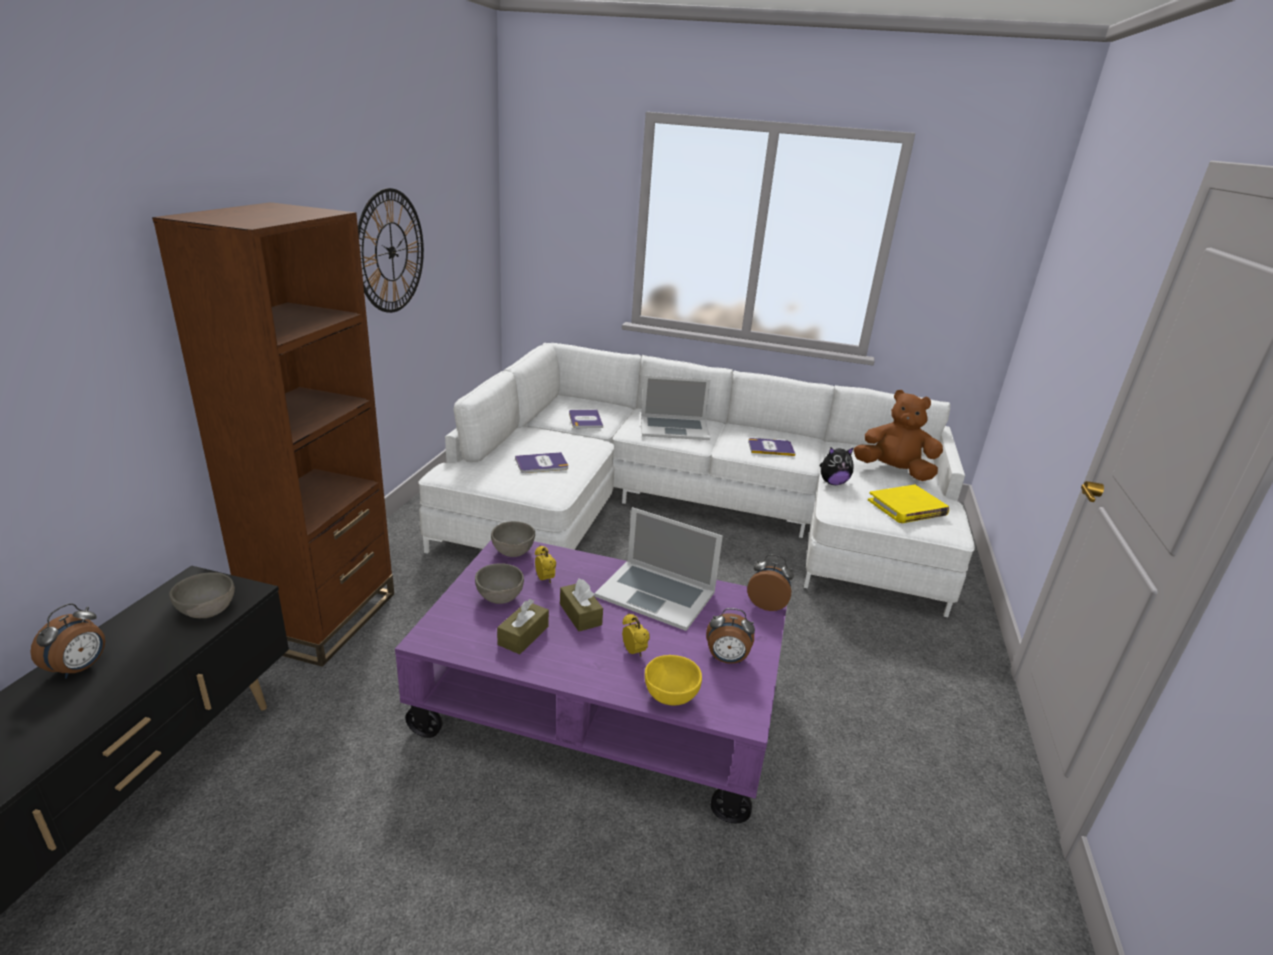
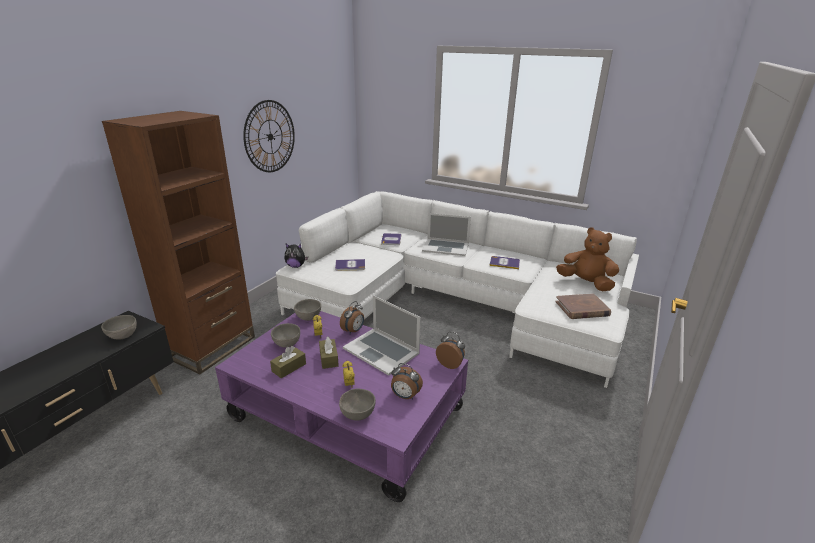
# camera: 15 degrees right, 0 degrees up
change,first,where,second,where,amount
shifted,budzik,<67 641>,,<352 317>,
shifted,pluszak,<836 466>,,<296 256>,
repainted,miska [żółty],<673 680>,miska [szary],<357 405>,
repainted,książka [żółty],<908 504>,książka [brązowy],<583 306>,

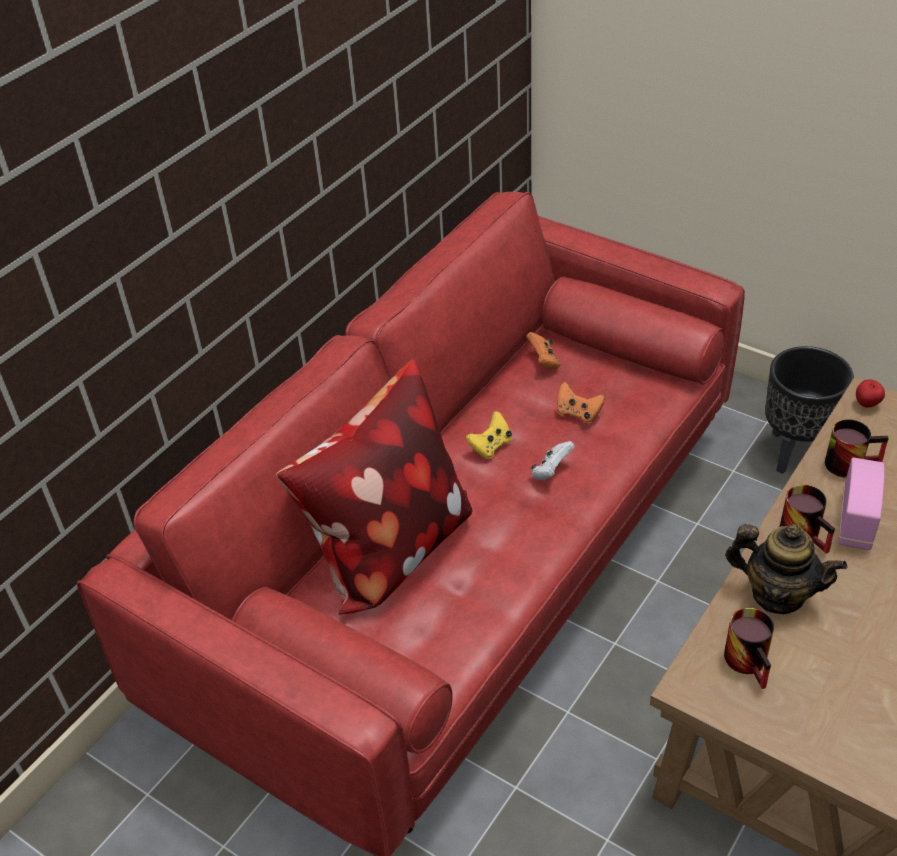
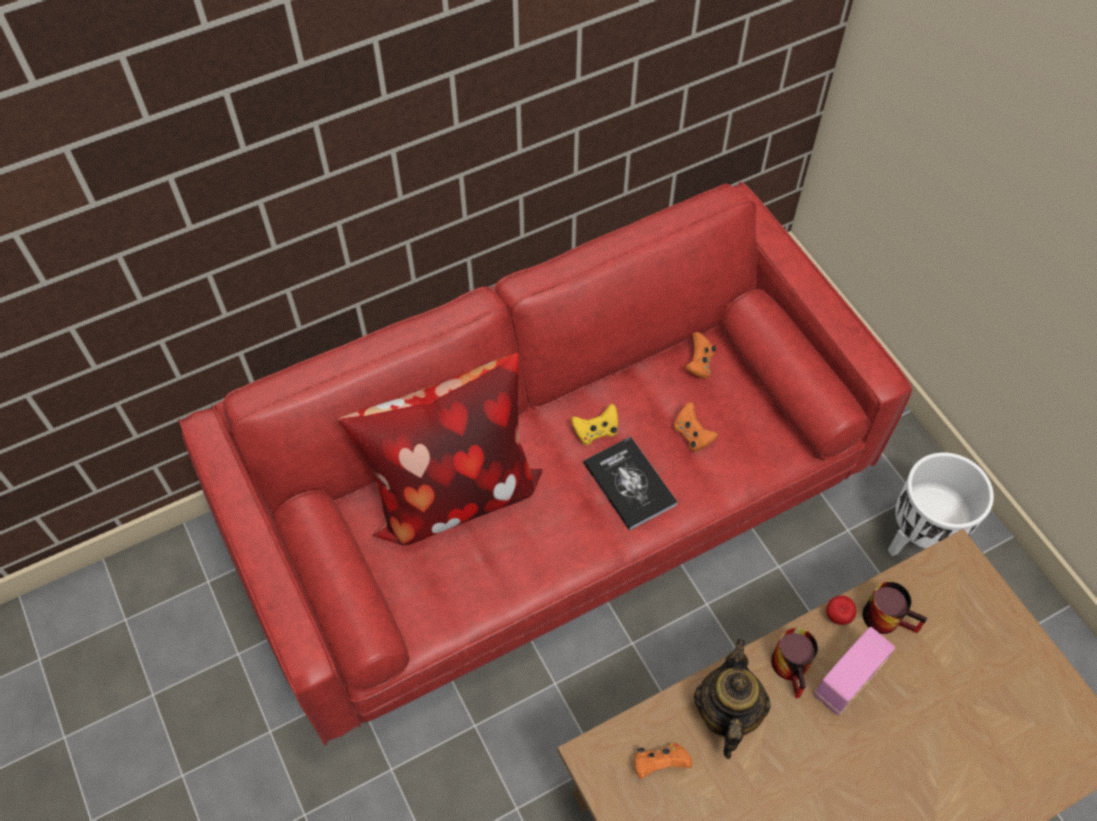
# camera: 25 degrees right, 15 degrees up
change,first,where,second,where,amount
shifted,jabłko,<870 394>,,<841 610>,
swapped,pad do gier [biały],<553 460>,książka,<630 483>,
swapped,kubek,<749 648>,pad do gier [pomarańczowy],<663 761>,
repainted,donica [czarny],<809 410>,donica [biały],<941 504>,
rotated,imbryk,<786 569>,,<732 699>,135 degrees counterclockwise

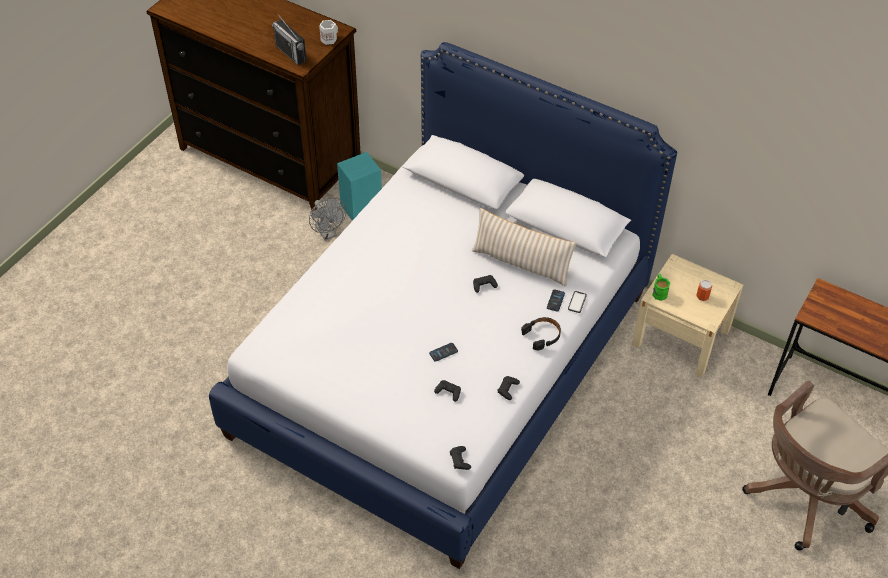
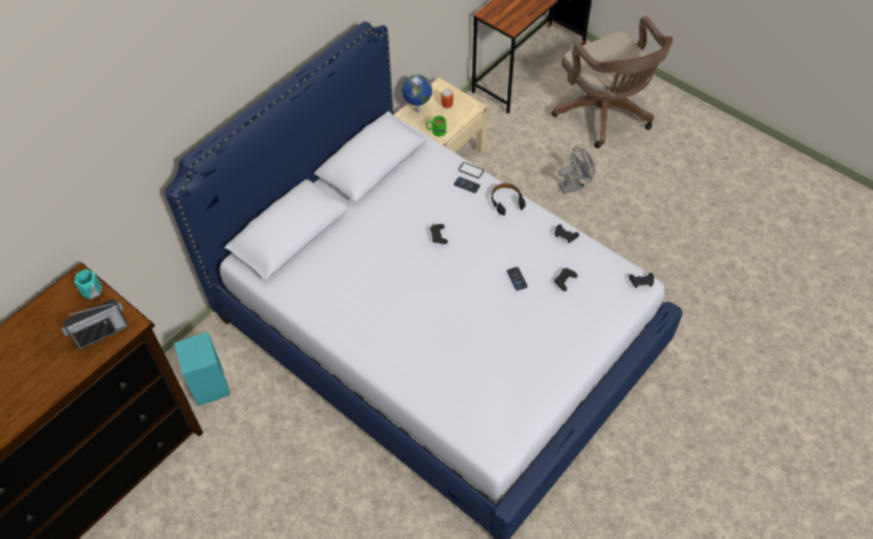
# camera: 80 degrees left, 5 degrees up
change,first,where,second,where,amount
gone,poduszka [beżowy],<524 247>,,,
new,,,globus,<417 94>,
shifted,wentylator [szary],<328 219>,,<576 170>,
repainted,kubek [biały],<328 32>,kubek [turkusowy],<88 284>,

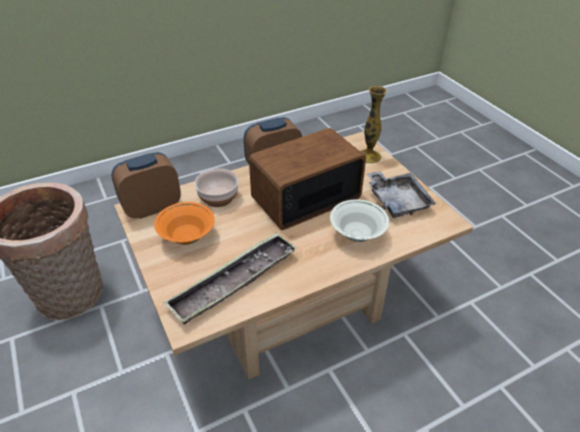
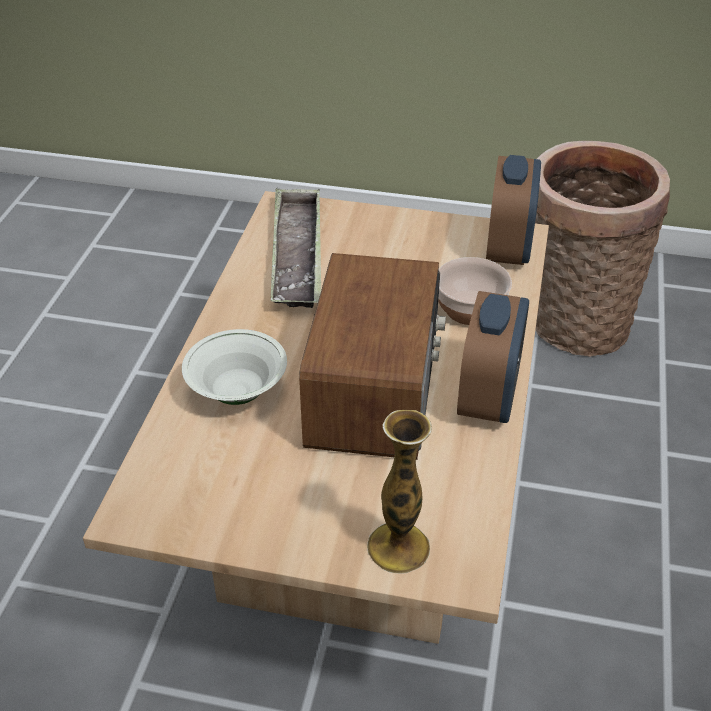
# camera: 130 degrees right, 0 degrees up
change,first,where,second,where,amount
gone,miska [pomarańczowy],<184 223>,,,
gone,taca [szary],<401 194>,,,

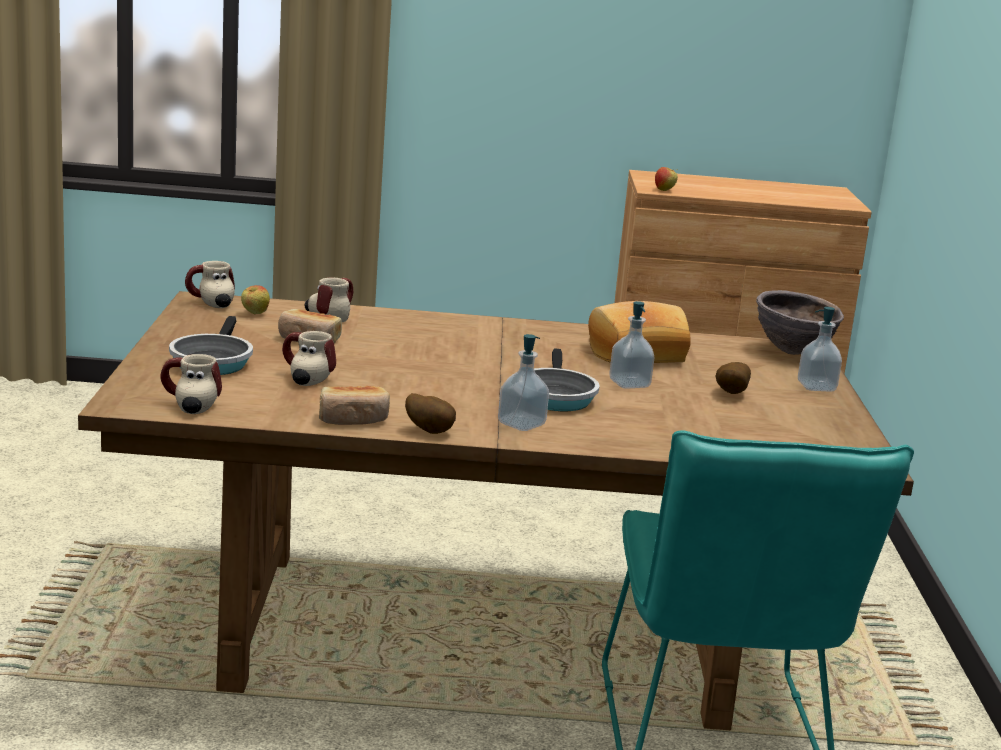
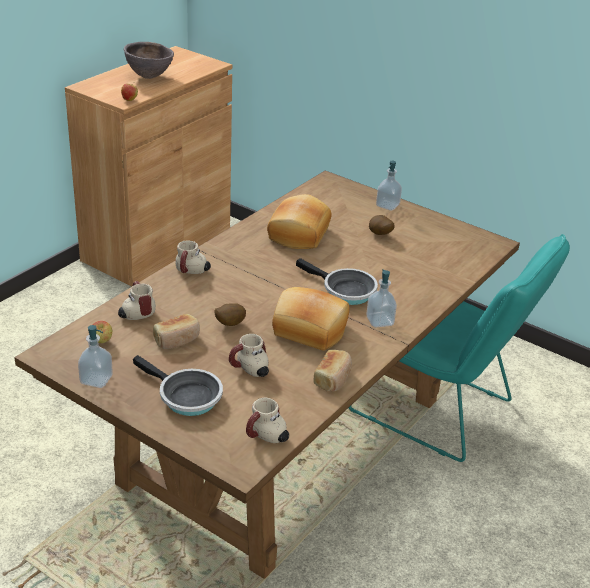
# camera: 55 degrees left, 15 degrees up
change,first,where,second,where,amount
new,,,chleb,<311 319>,
shifted,kubek,<210 284>,,<193 257>,
shifted,ziemniak,<430 413>,,<230 314>,
shifted,dozownik mydła,<631 345>,,<95 356>,
shifted,miska [brązowy],<800 322>,,<149 60>,

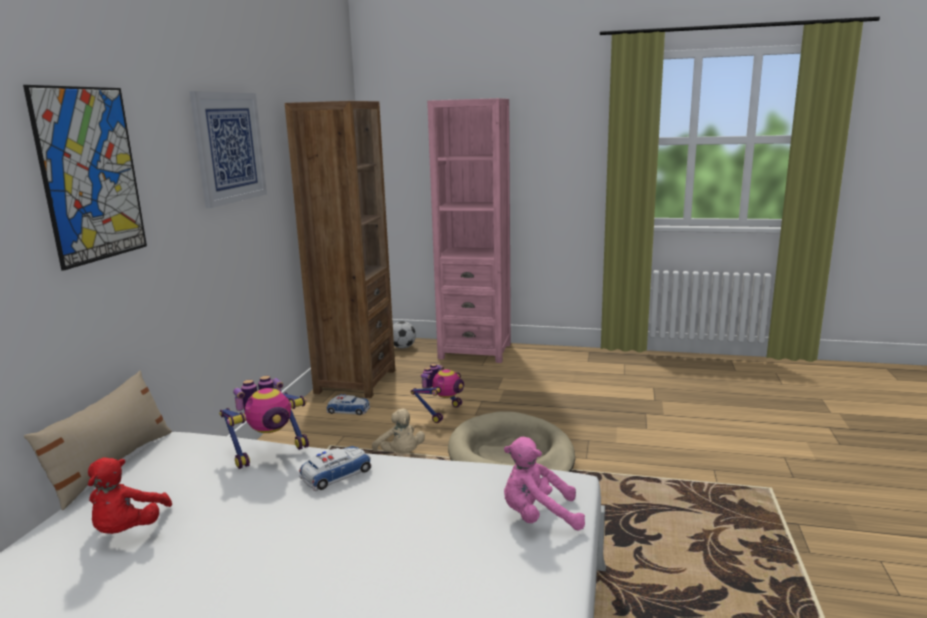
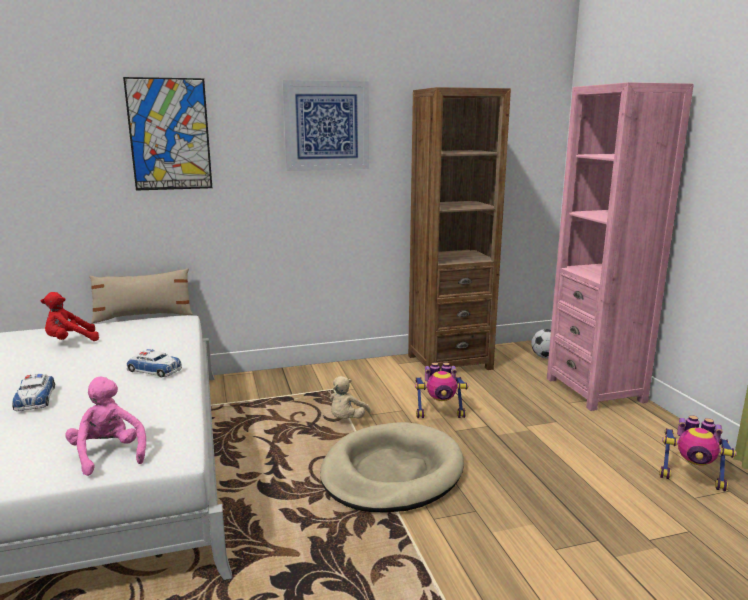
# camera: 60 degrees right, 0 degrees up
change,first,where,second,where,amount
shifted,robot zabawkowy,<264 422>,,<697 453>,
shifted,samochodzik,<348 404>,,<33 392>,

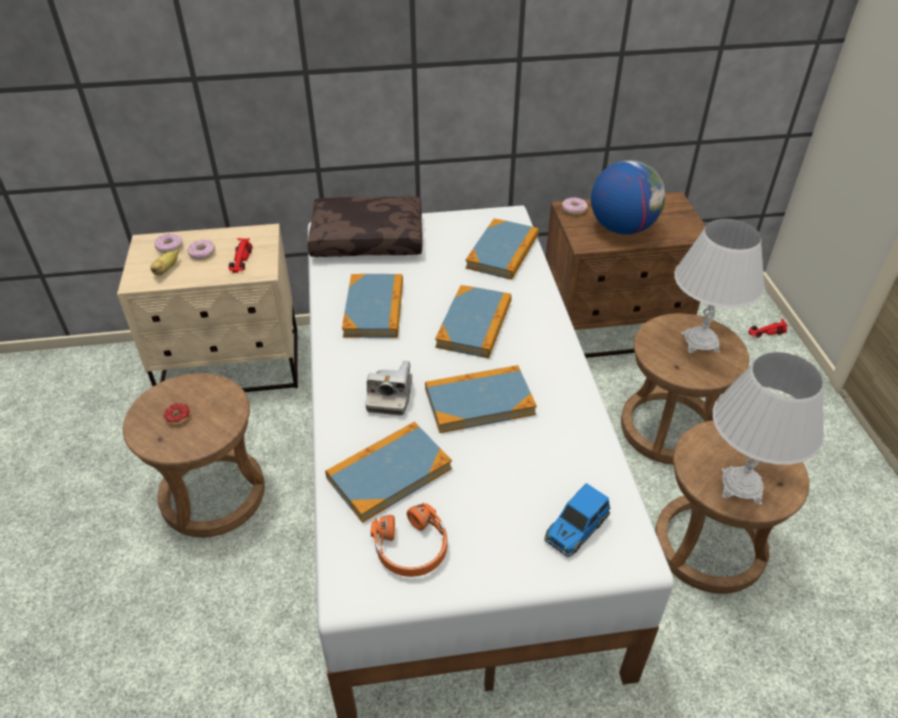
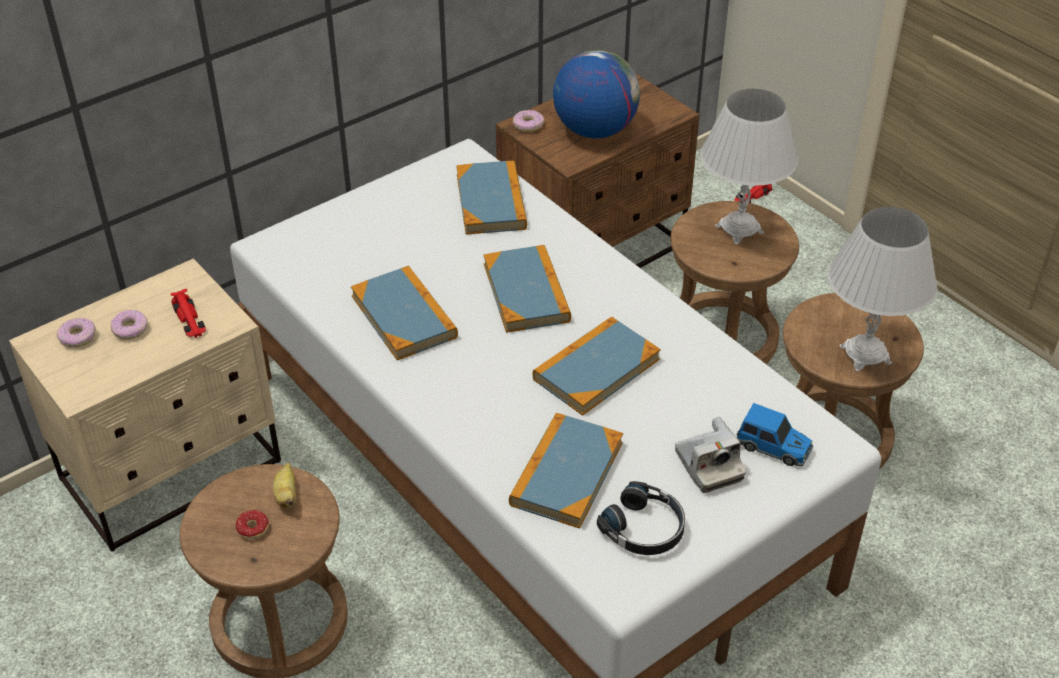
# camera: 30 degrees left, 0 degrees up
change,first,where,second,where,amount
gone,poduszka [brązowy],<365 226>,,,
shifted,banan,<164 263>,,<284 486>,
shifted,aparat fotograficzny,<388 387>,,<710 455>,
repainted,słuchawki [pomarańczowy],<408 540>,słuchawki [czarny],<641 518>,
rotated,samochodzik,<577 520>,,<775 434>,75 degrees counterclockwise

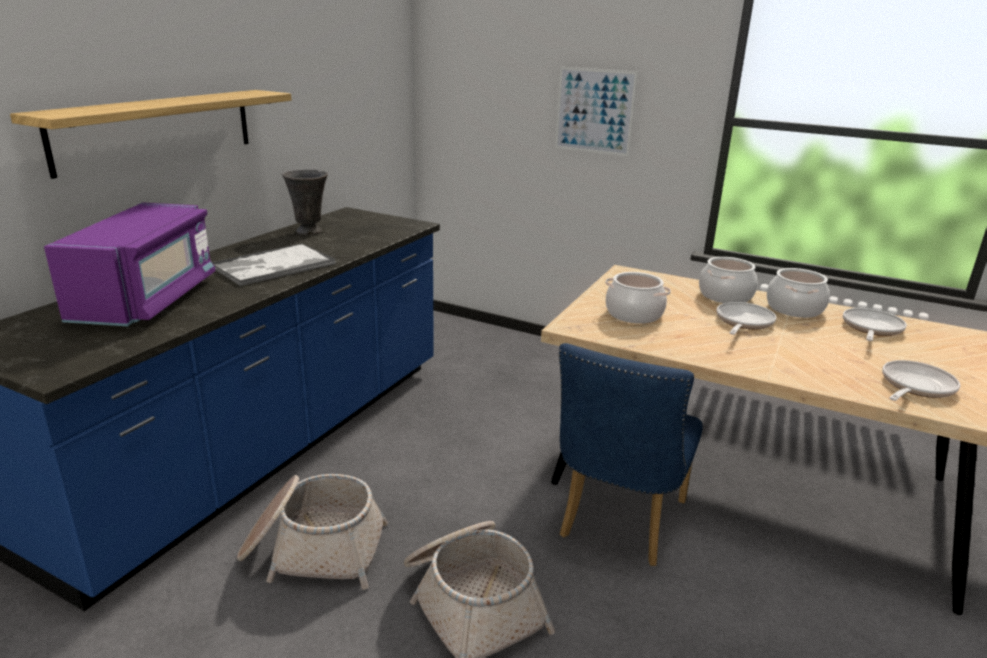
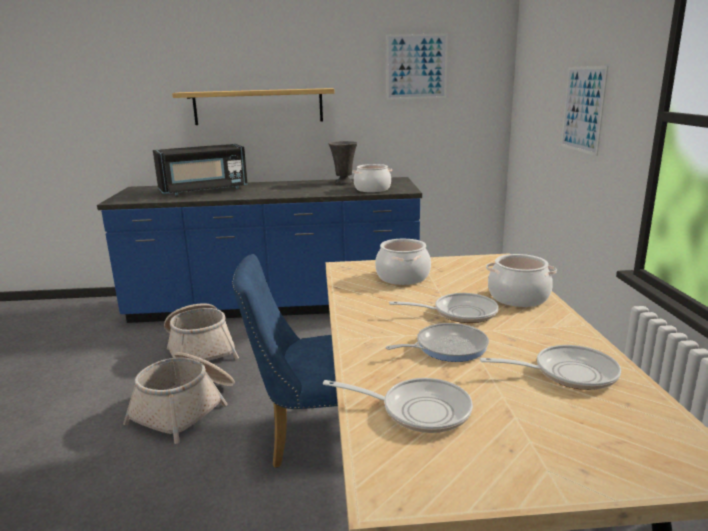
# camera: 60 degrees right, 5 degrees down
change,first,where,second,where,amount
gone,taca,<274 264>,,,
new,,,obraz,<417 66>,
new,,,patelnia,<437 342>,
shifted,garnek,<798 293>,,<372 178>,
repainted,mikrofalówka [fioletowy],<129 264>,mikrofalówka [czarny],<200 169>,

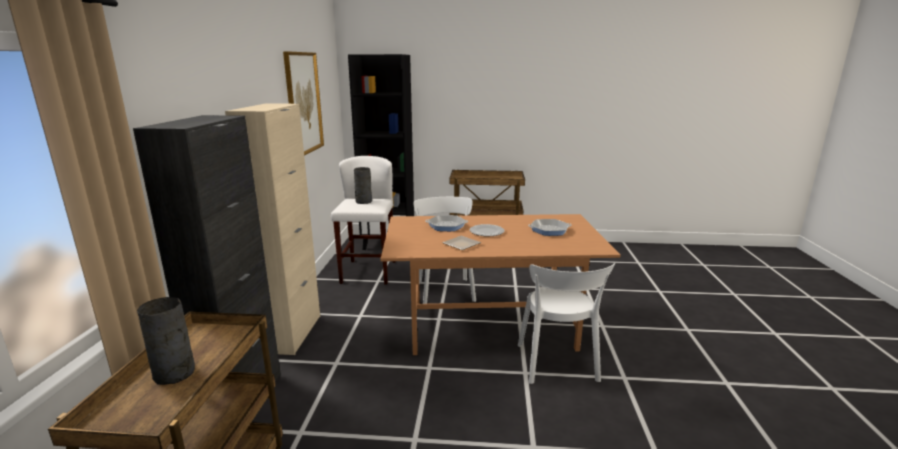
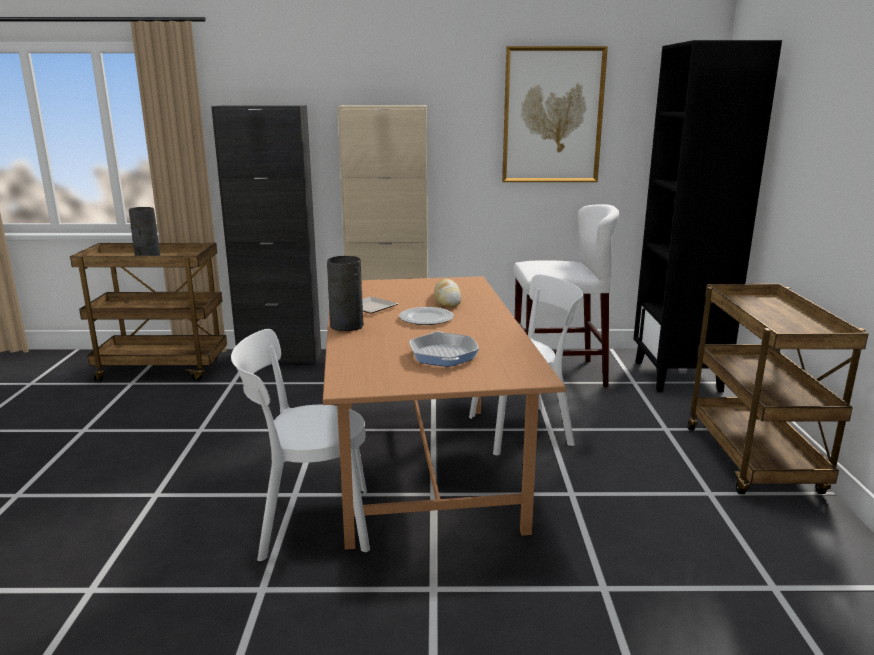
# camera: 85 degrees right, 0 degrees up
change,first,where,second,where,amount
shifted,wazon [szary],<363 185>,,<345 293>,
swapped,patelnia,<447 223>,chleb,<447 293>,

